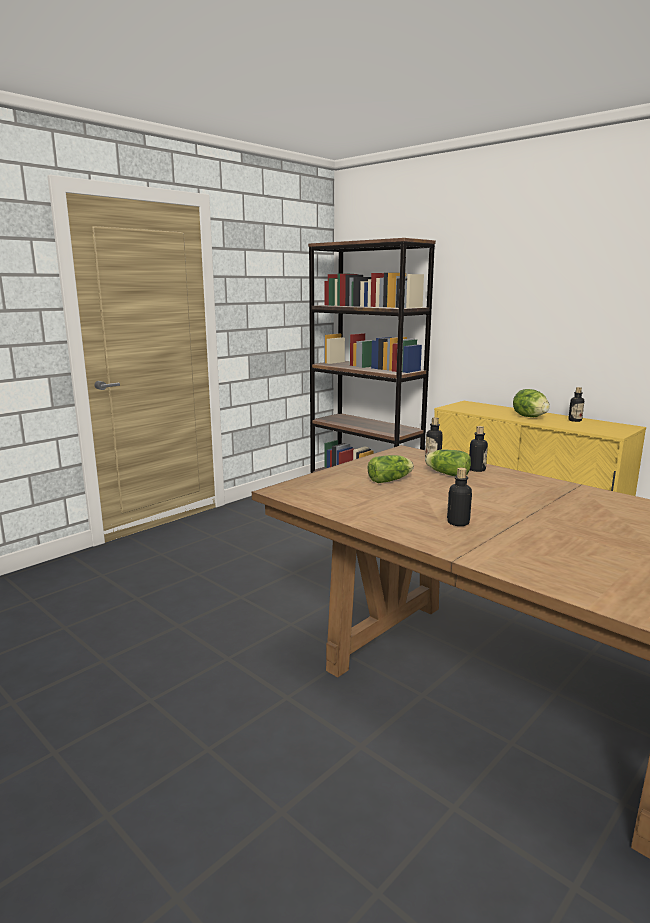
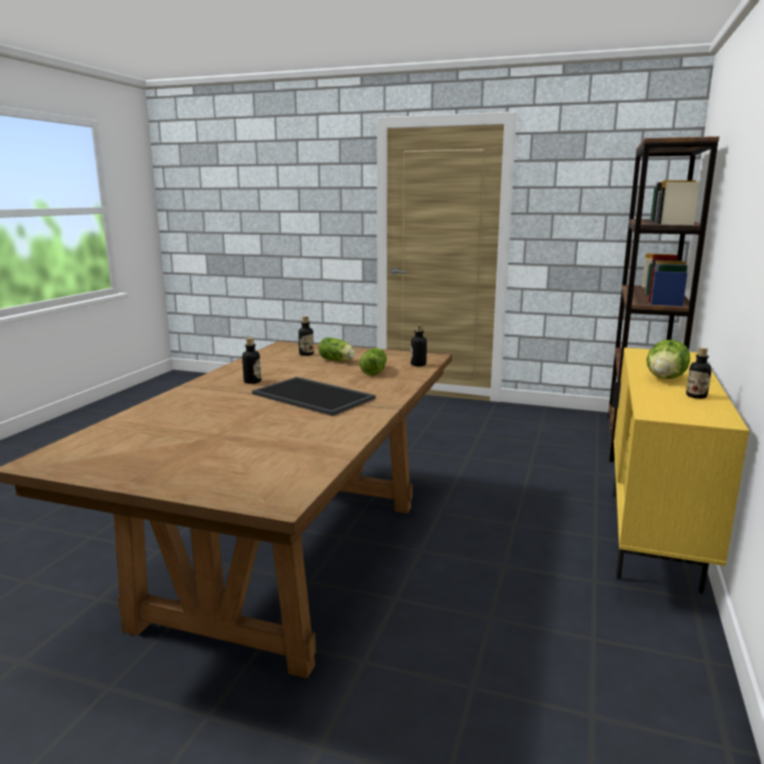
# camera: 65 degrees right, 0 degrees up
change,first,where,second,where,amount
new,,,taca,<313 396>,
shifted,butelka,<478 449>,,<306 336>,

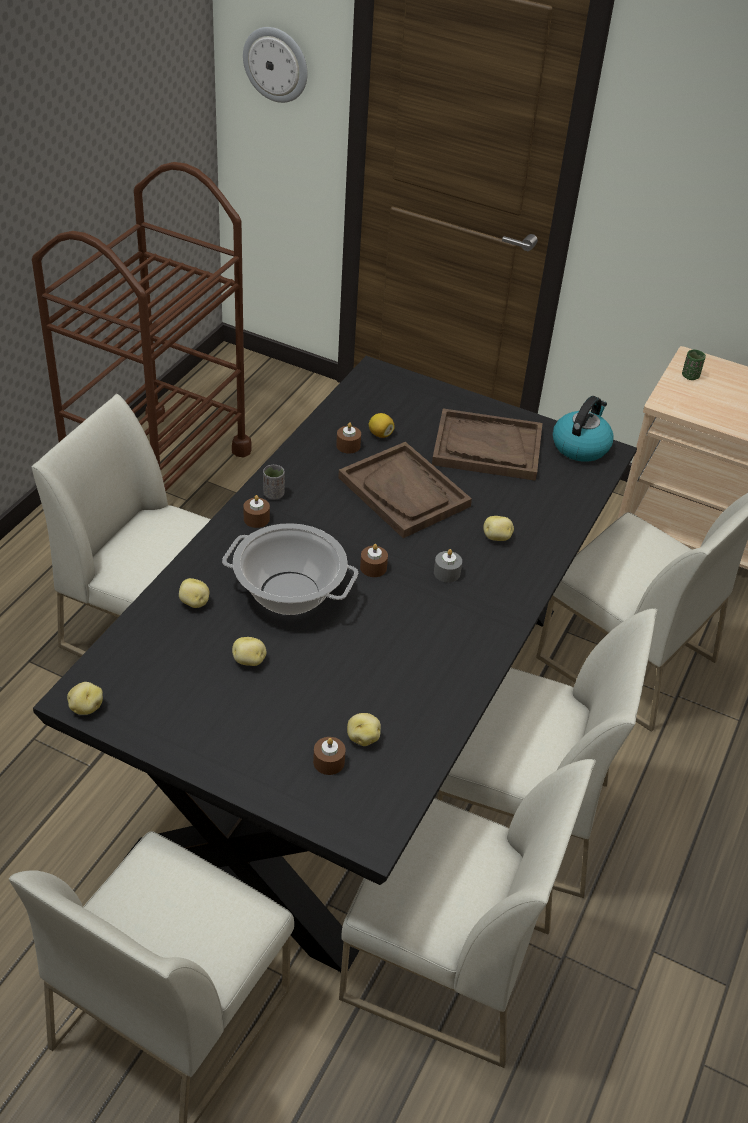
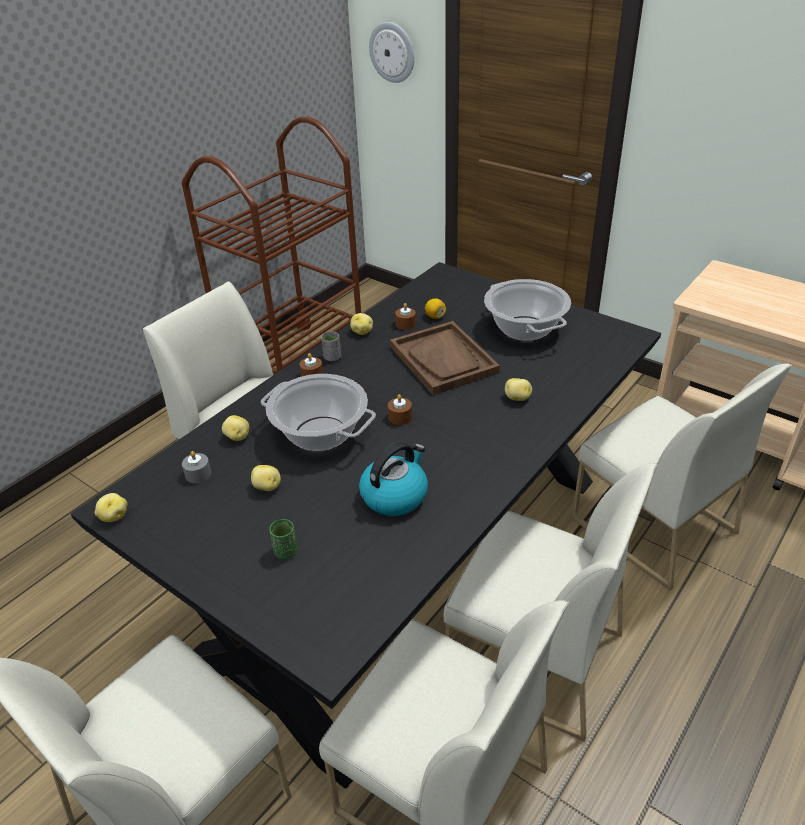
# camera: 15 degrees right, 5 degrees down
change,first,where,second,where,amount
gone,świeca [brązowy],<329 756>,,,
shifted,ziemniak,<364 729>,,<361 324>,
shifted,świeca [szary],<448 566>,,<196 467>,
shifted,czajnik,<583 429>,,<393 479>,
shifted,filiżanka [zielony],<694 364>,,<283 539>,
swapped,taca [brązowy],<487 445>,garnek,<527 310>,

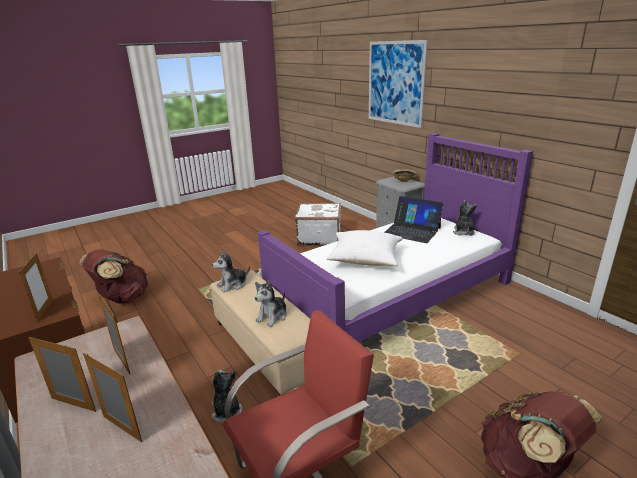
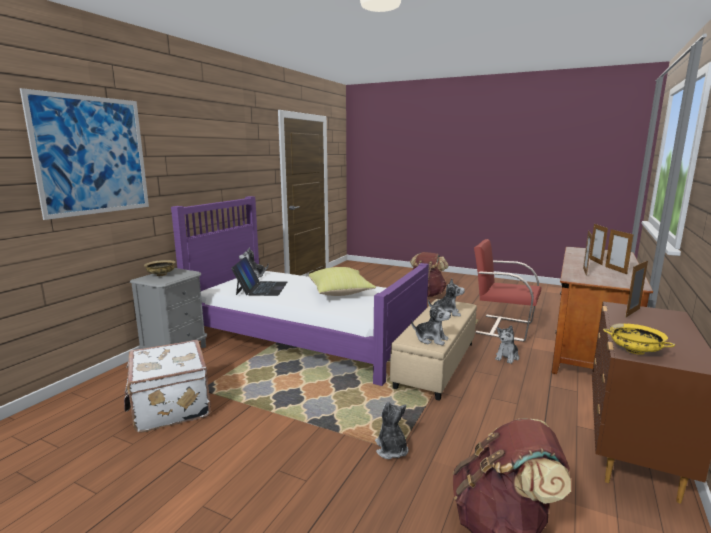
# camera: 120 degrees left, 10 degrees down
change,first,where,second,where,amount
new,,,pluszak,<391 430>,
new,,,miska [żółty],<639 339>,
repainted,poduszka [biały],<364 248>,poduszka [żółty],<342 281>,

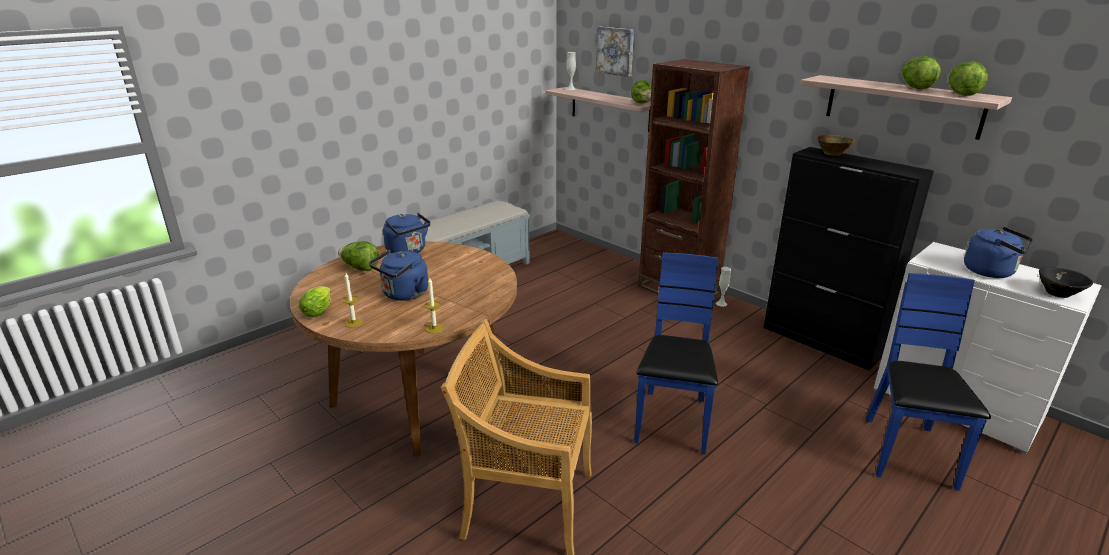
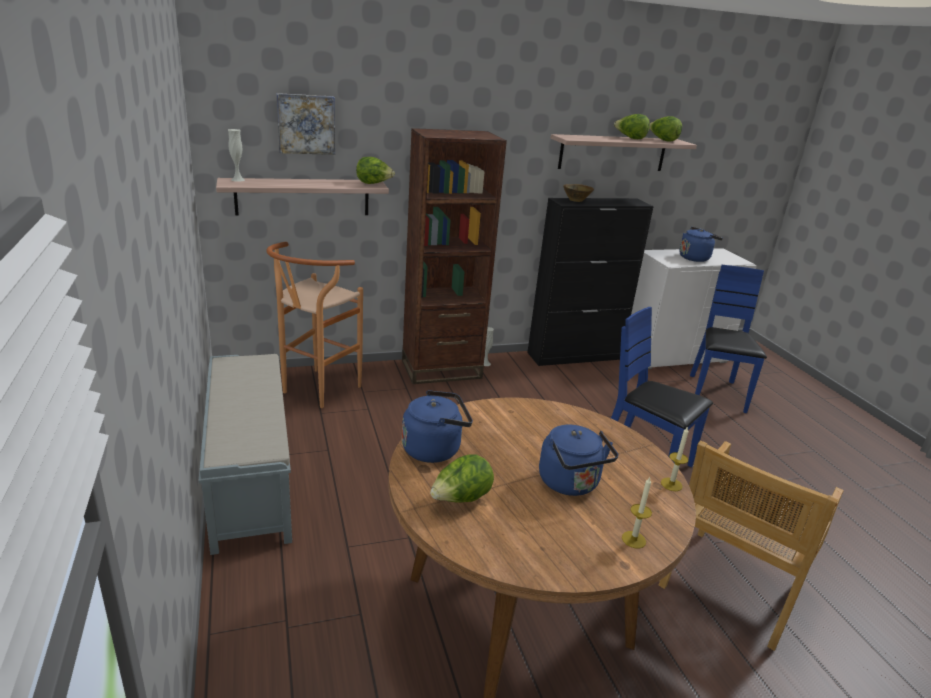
# camera: 65 degrees left, 0 degrees up
change,first,where,second,where,amount
gone,sałata,<315 301>,,,
gone,miska [czarny],<1066 282>,,,
new,,,stołek [brązowy],<314 325>,
rotated,krzesło [niebieski],<928 382>,,<728 339>,60 degrees clockwise

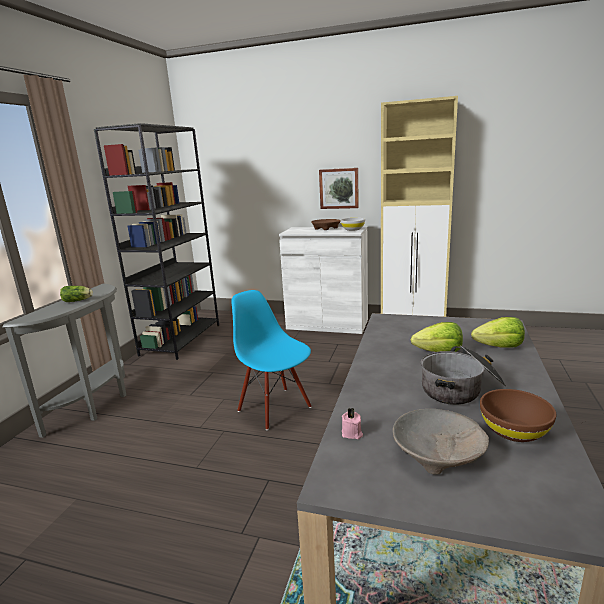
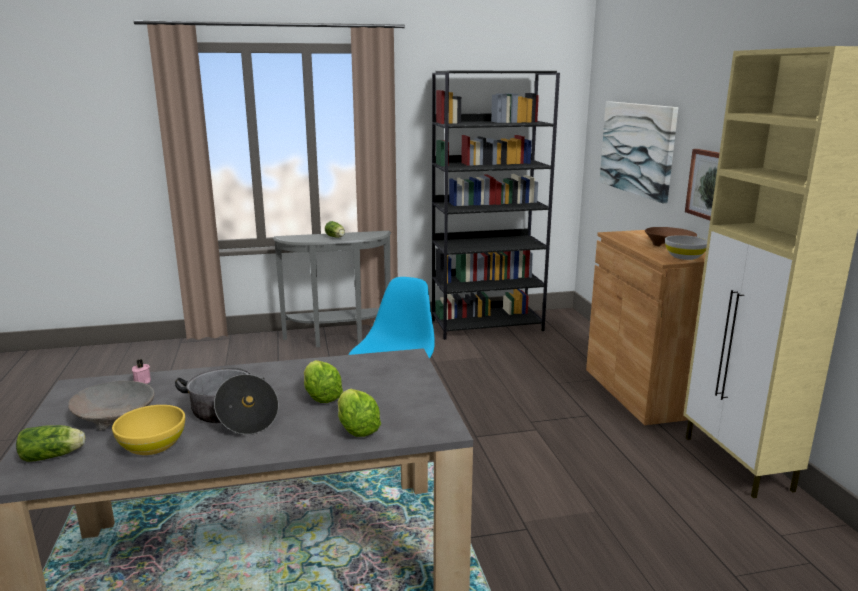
# camera: 60 degrees right, 0 degrees up
change,first,where,second,where,amount
new,,,sałata,<50 443>,
new,,,obraz,<638 152>,
repainted,szafka [biały],<323 280>,szafka [brązowy],<646 327>,
repainted,miska [brązowy],<518 415>,miska [żółty],<148 430>,

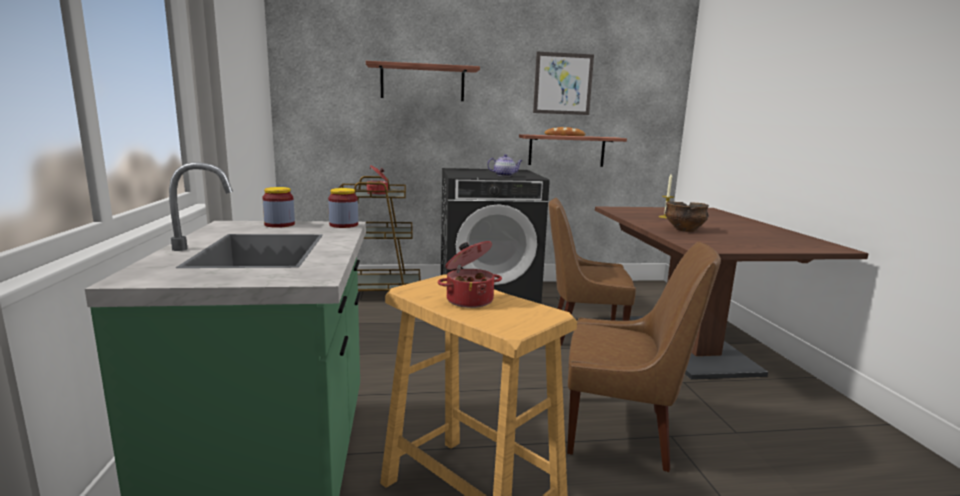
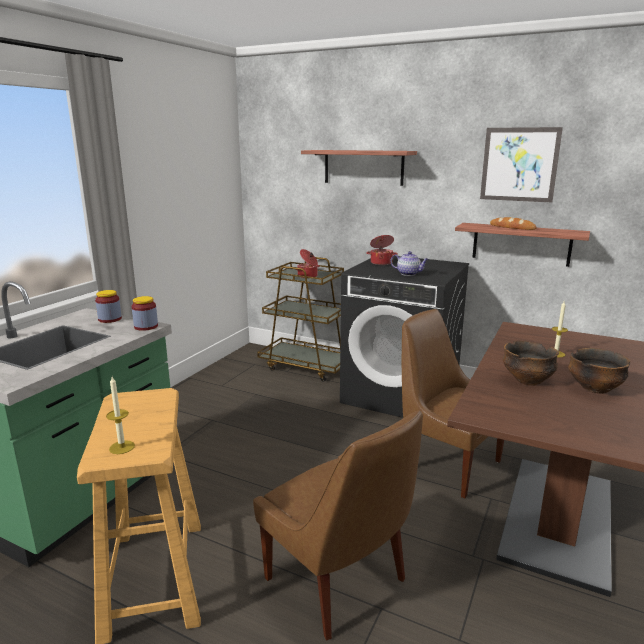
# camera: 35 degrees right, 5 degrees up
change,first,where,second,where,amount
new,,,świeca,<120 415>,
new,,,miska,<599 371>,
shifted,garnek,<470 274>,,<382 250>,

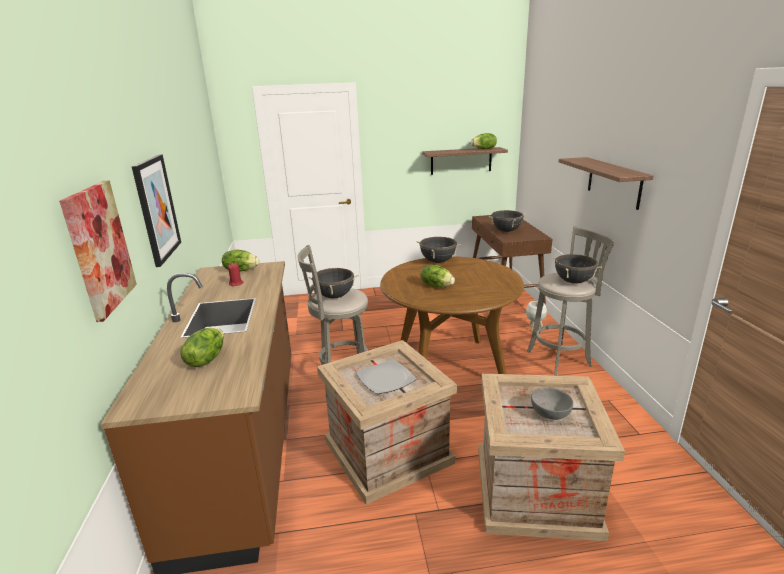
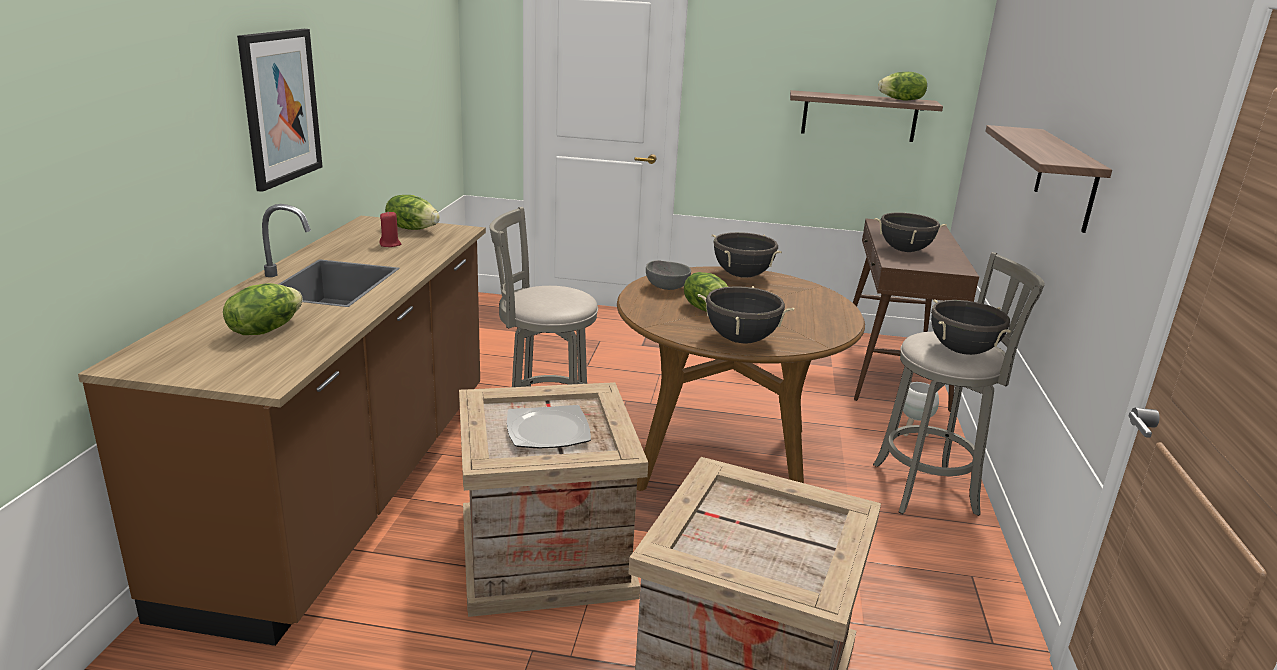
# camera: 15 degrees right, 0 degrees up
change,first,where,second,where,amount
gone,obraz,<98 251>,,,
shifted,garnek [czarny],<333 282>,,<746 314>,
shifted,miska [szary],<552 404>,,<668 275>,

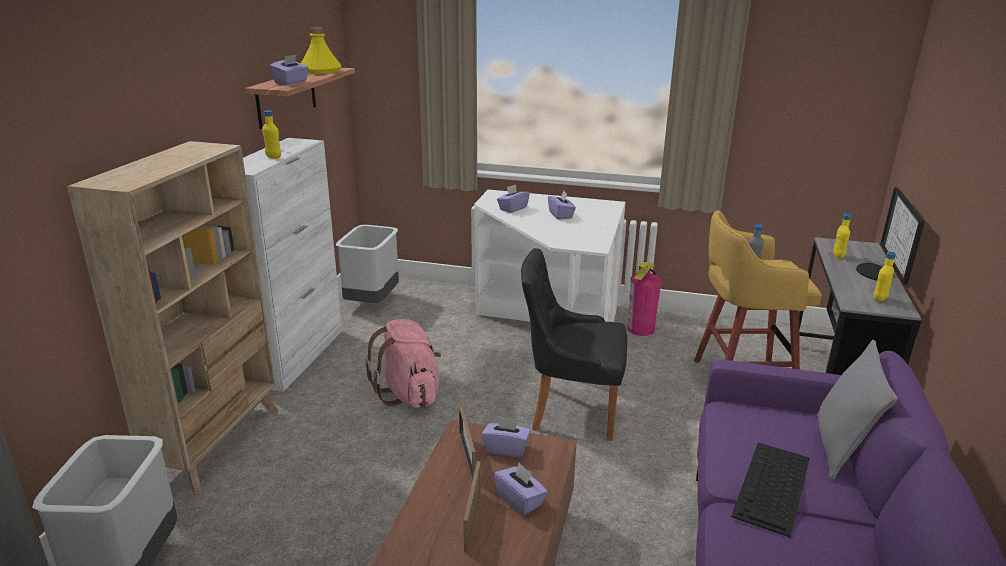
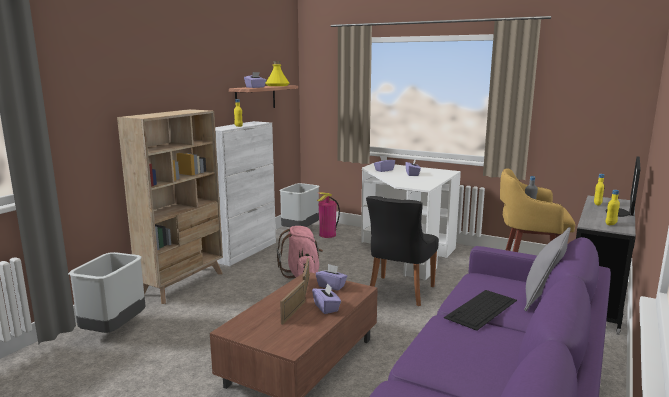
# camera: 15 degrees right, 10 degrees down
change,first,where,second,where,amount
shifted,gaśnica,<644 299>,,<328 215>,
rotated,krzesło [czarny],<574 344>,,<402 251>,90 degrees counterclockwise

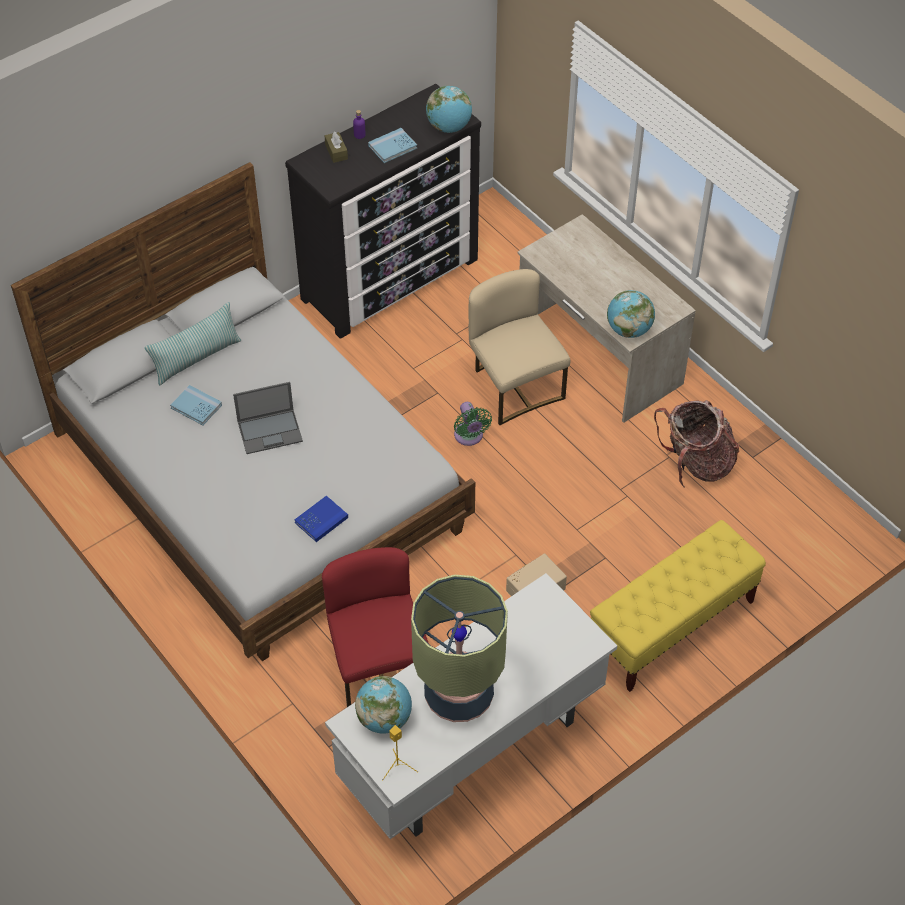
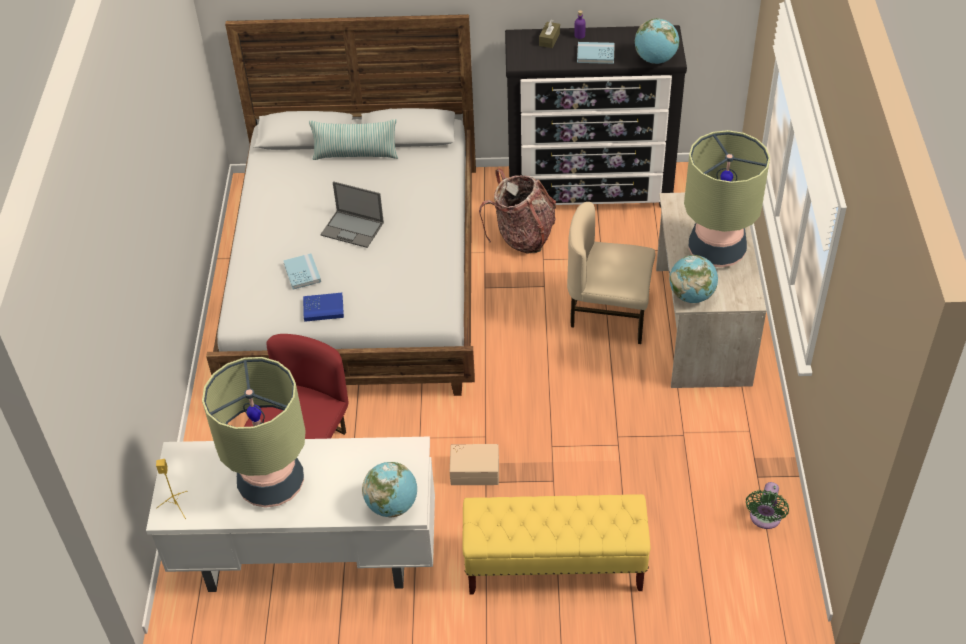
# camera: 40 degrees right, 5 degrees down
change,first,where,second,where,amount
new,,,lampa stołowa,<727 198>,
shifted,książka [niebieski],<196 405>,,<302 271>,
shifted,globus,<383 704>,,<389 490>,
shifted,wentylator [zielony],<473 424>,,<767 505>,
shifted,plecak,<697 444>,,<518 211>,
rotated,krzesło [beżowy],<519 347>,,<611 273>,90 degrees counterclockwise

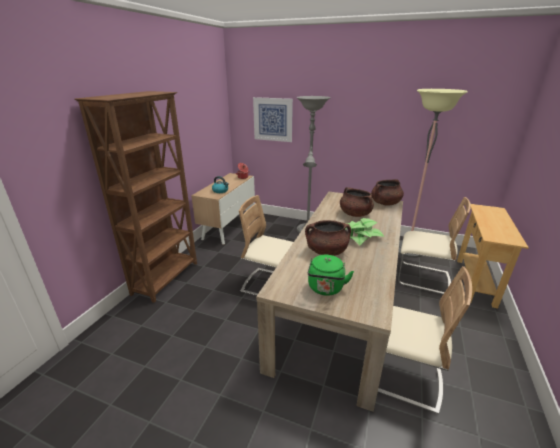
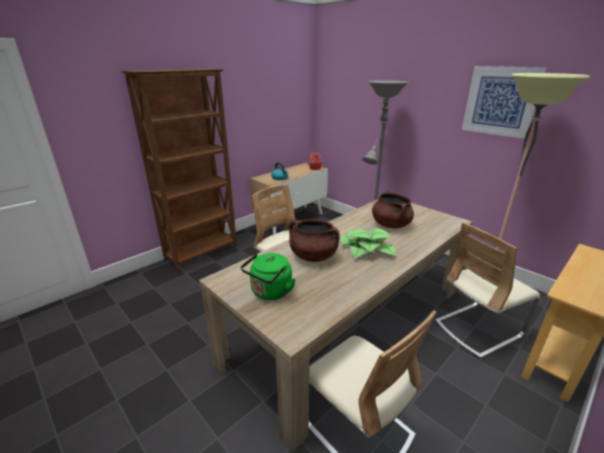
# camera: 25 degrees right, 0 degrees up
change,first,where,second,where,amount
gone,garnek [brązowy],<387 192>,,,
shifted,obraz,<273 119>,,<504 102>,
rotated,krzesło [beżowy],<434 245>,,<487 290>,105 degrees clockwise

